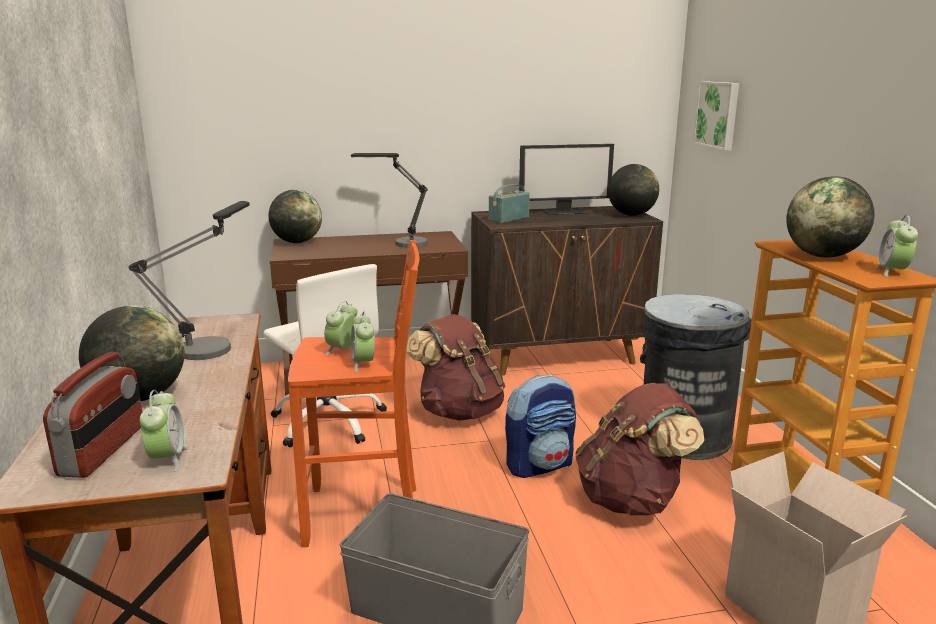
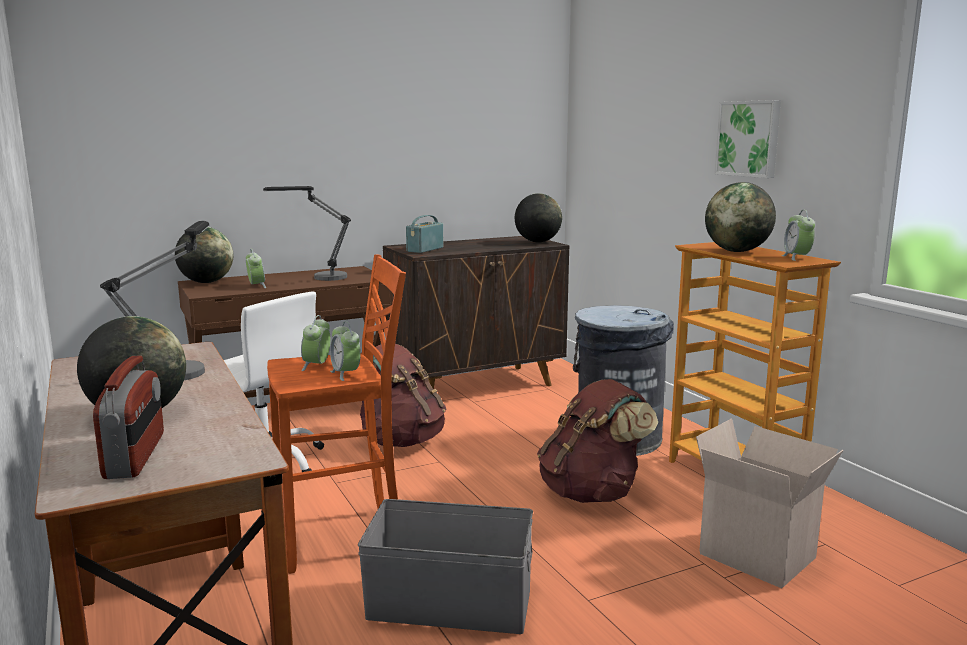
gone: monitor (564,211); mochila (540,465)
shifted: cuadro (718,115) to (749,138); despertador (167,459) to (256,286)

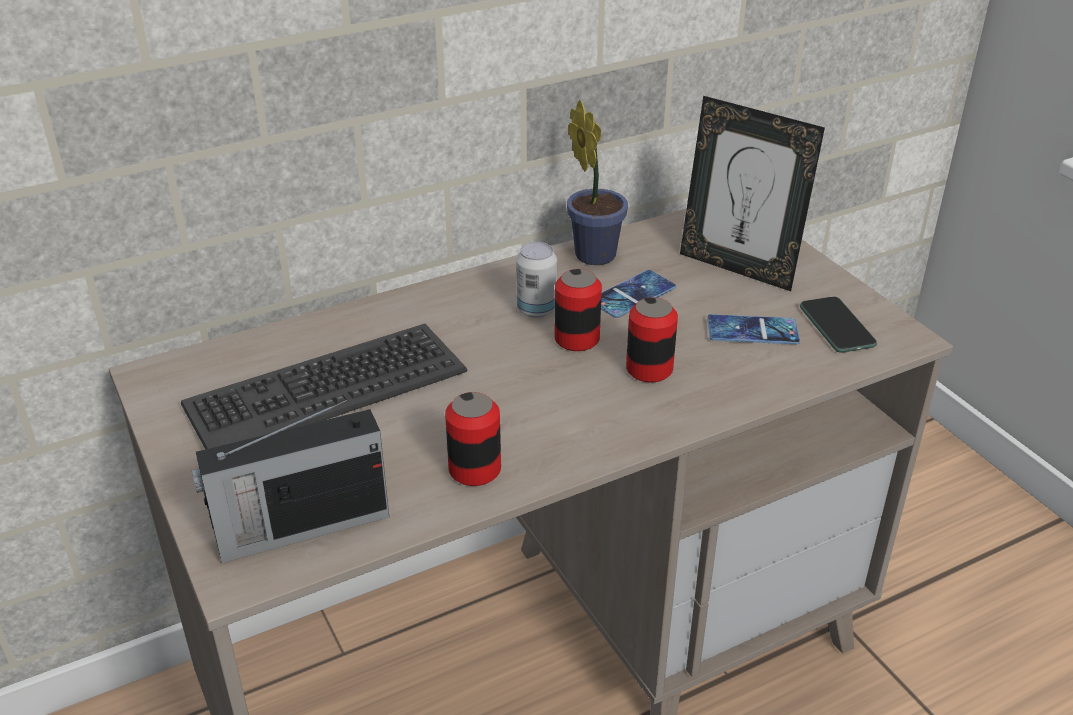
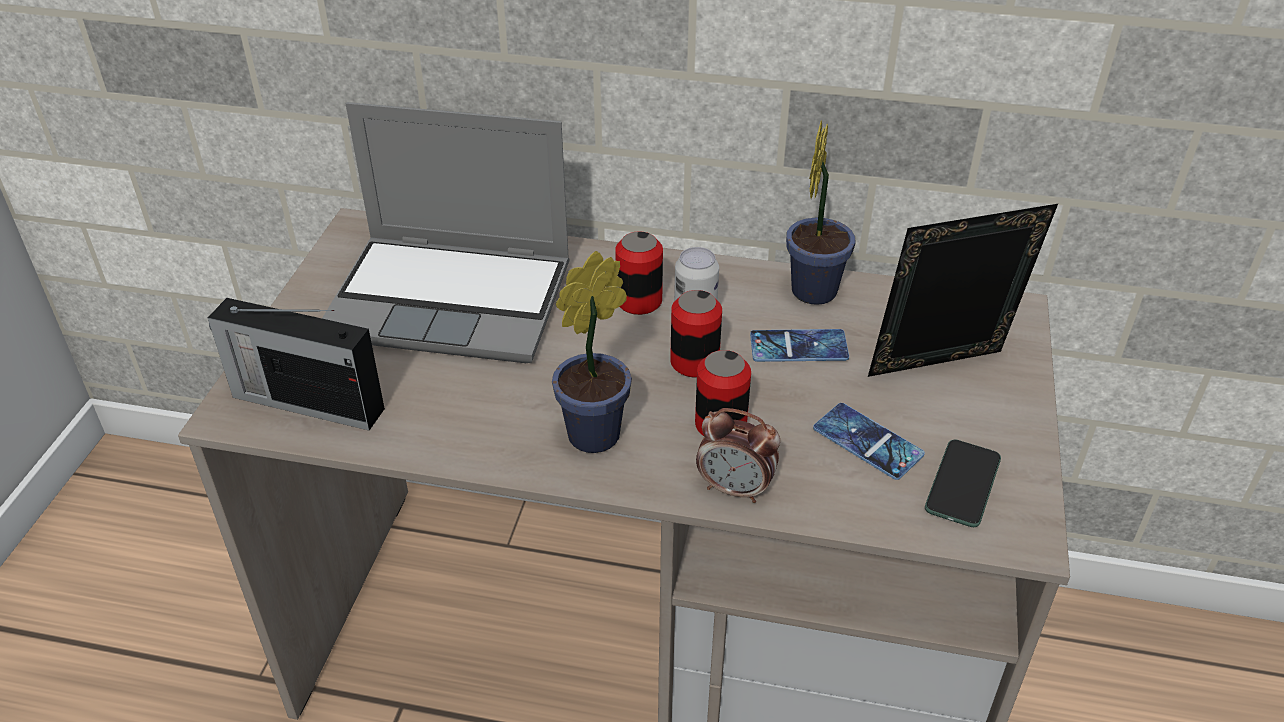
new: planta en maceta (600,432); despertador (735,489)
shifted: lata (474,469) to (639,301)
swapped: teclado (326,388) to portátil (453,300)
rotated: portarretratos (738,267) = (940,371) 90 degrees clockwise

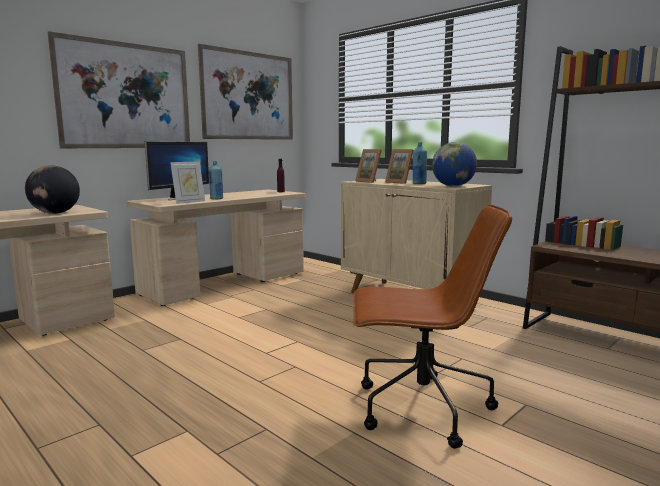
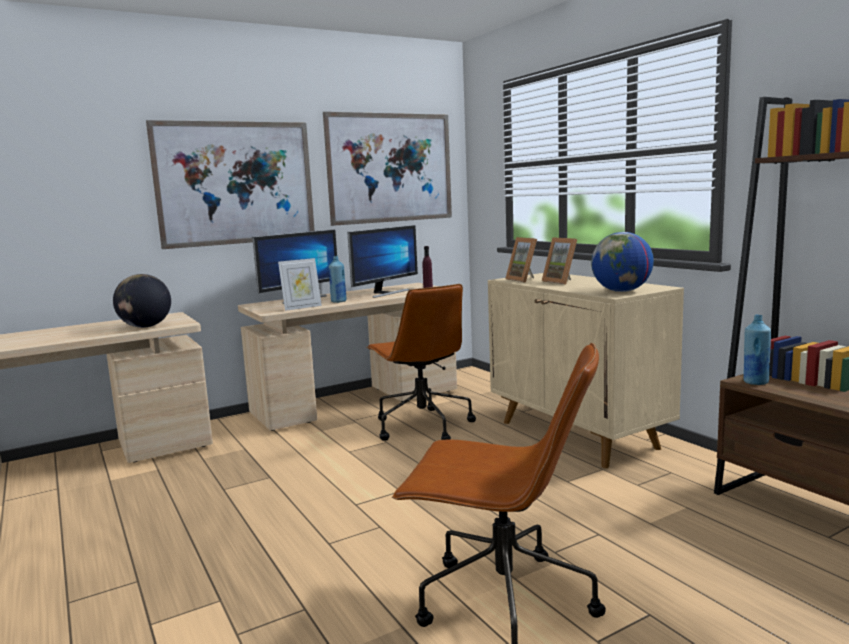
new: monitor (385,293); silla de oficina (marrón) (422,426)
shifted: botella (azul) (419,184) to (755,382)

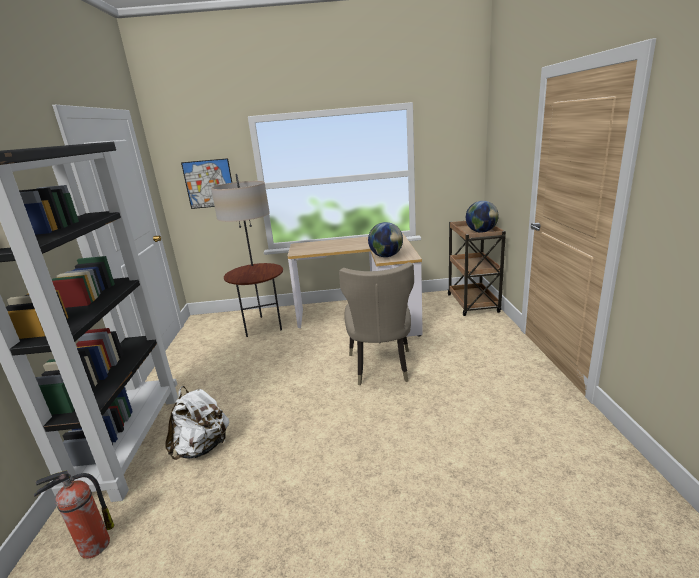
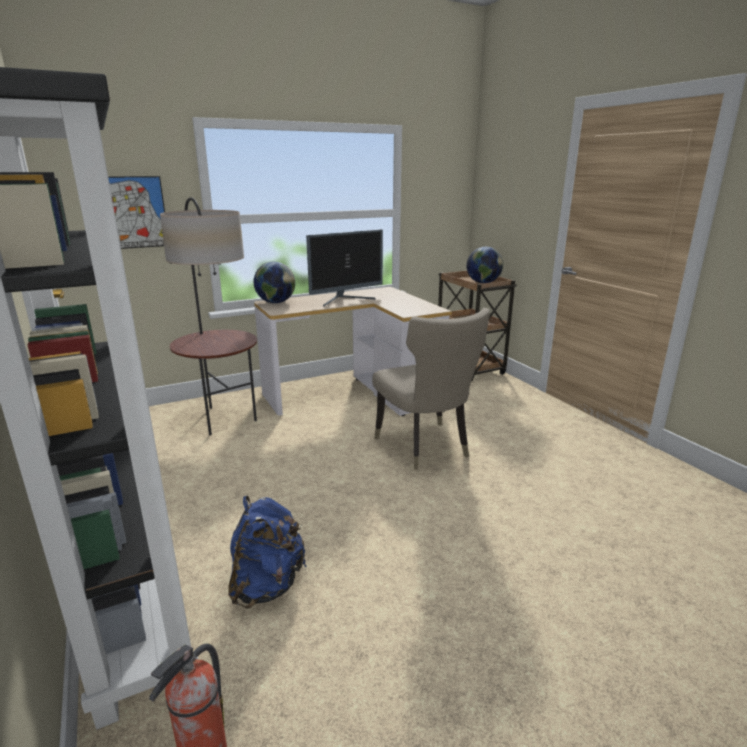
new: monitor (345,300)
shifted: globo terráqueo (386,256) to (276,302)
repainted: mochila (blanco) (202,447) to mochila (azul) (267,585)

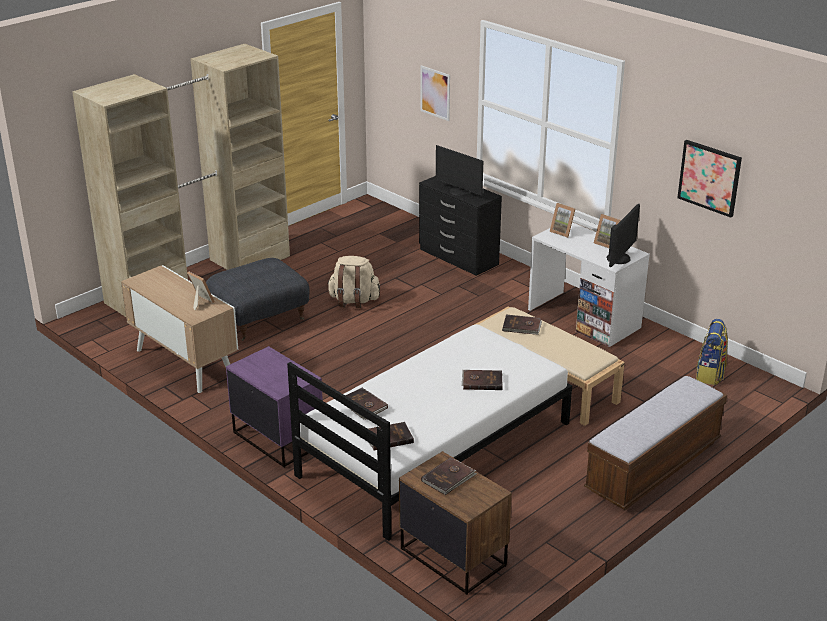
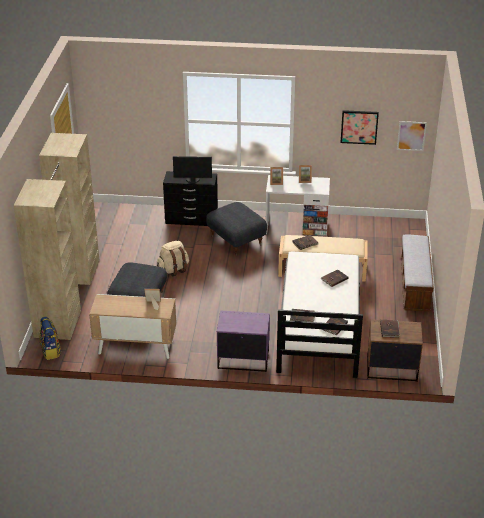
gone: monitor (619,258)
new: puf (gris) (237,240)
shifted: cuadro (435,93) to (411,136); mochila (710,374) to (51,351)

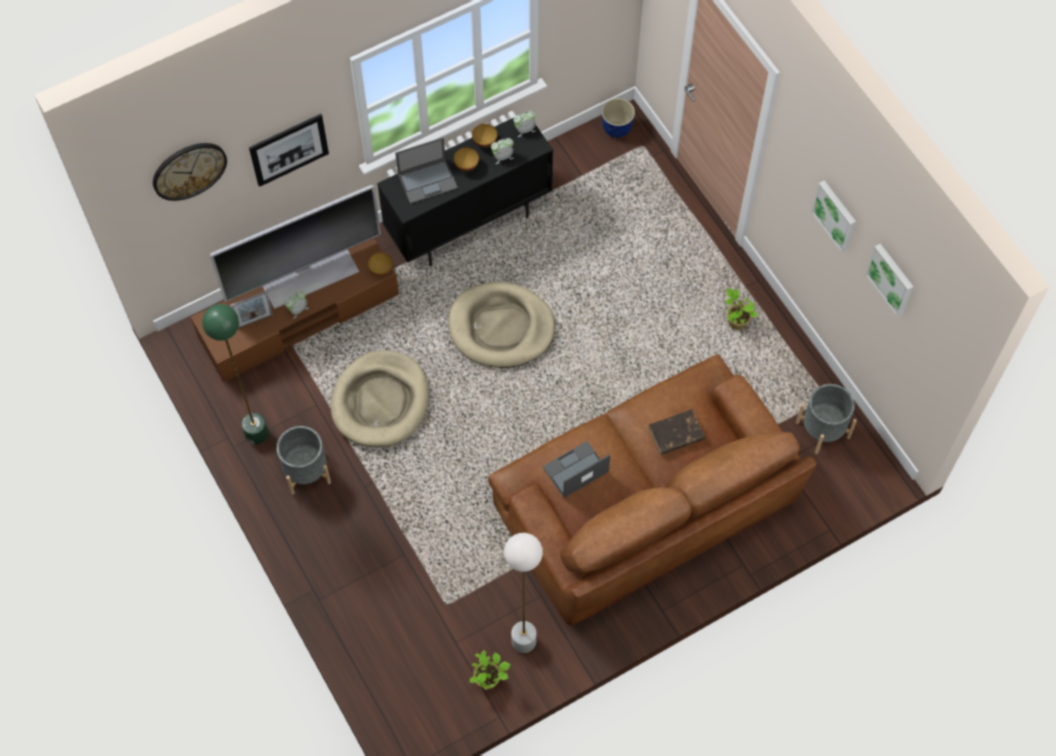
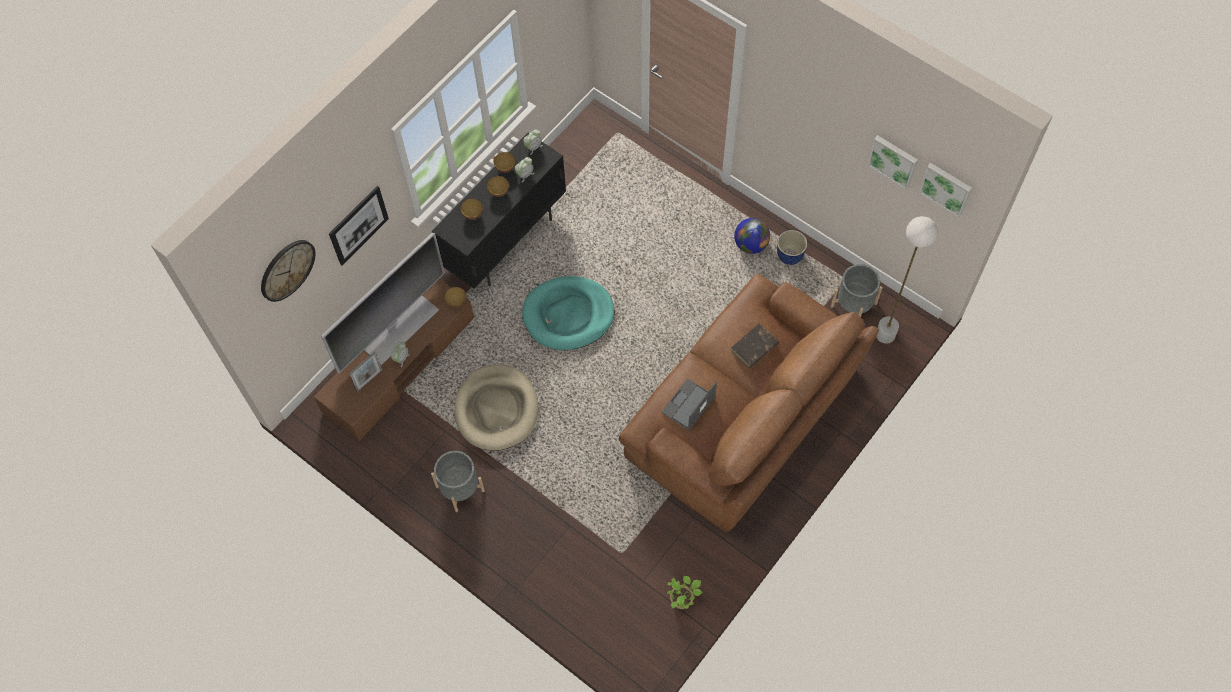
gone: lámpara de pie (verde) (256,433)
shifted: maceta (617,129) to (790,256); cuadro (835,215) to (946,188); lámpara de pie (blanco) (524,641) to (885,334)
swapped: portátil (428,180) to cuenco (472,214); planta en maceta (736,321) to globo terráqueo (750,244)
repainted: cama para perro (beis) (501,328) to cama para perro (turquesa) (568,315)

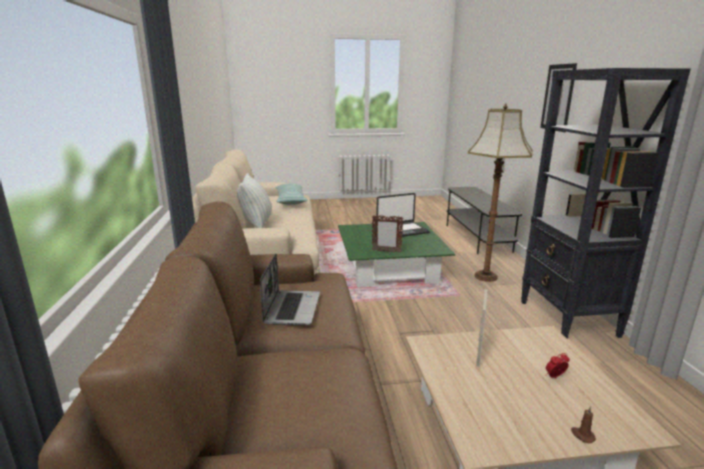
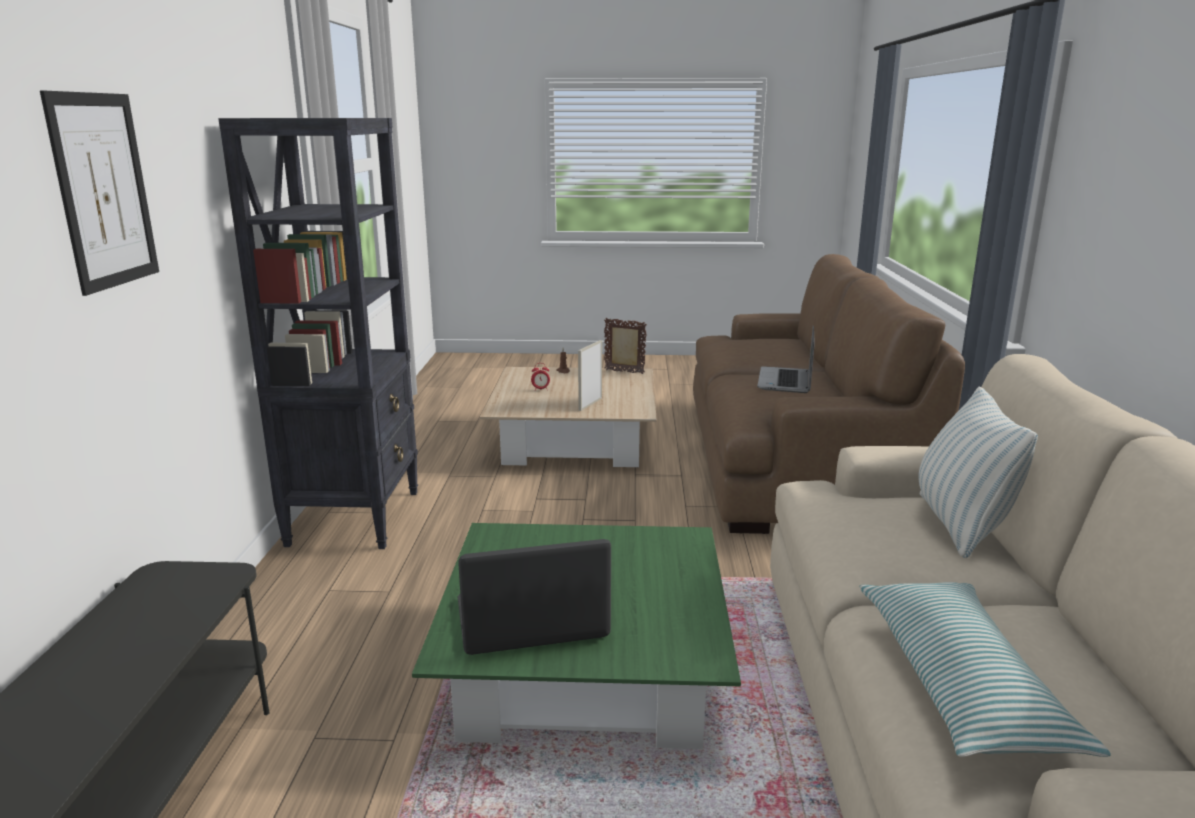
gone: lámpara de pie (486,276)
shifted: portarretratos (386,251) to (624,372)

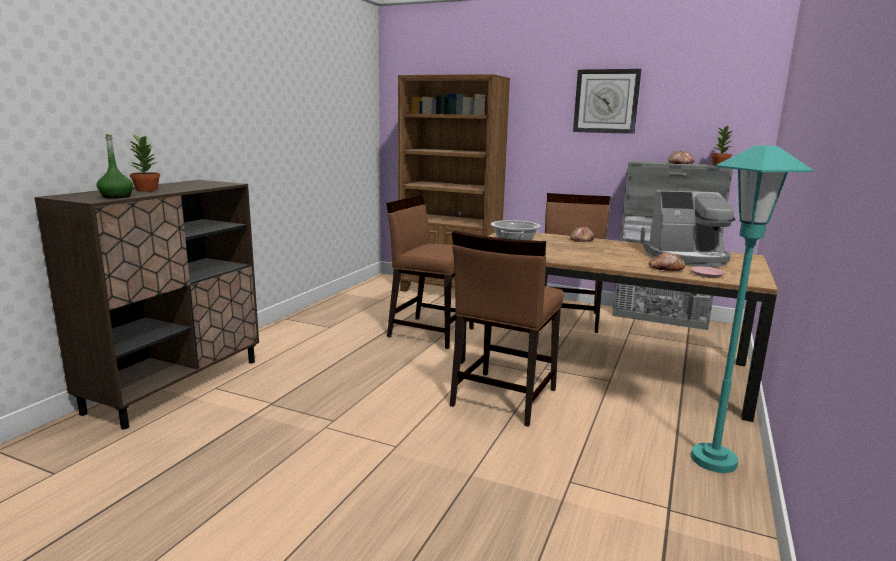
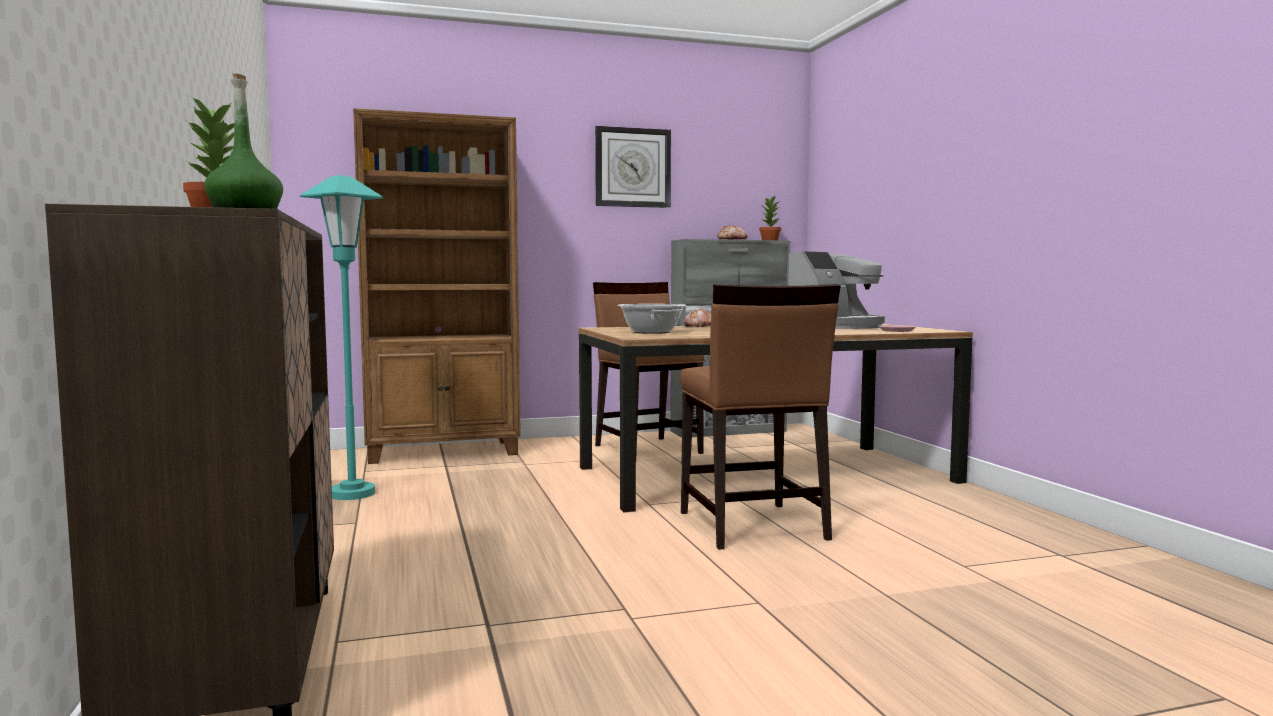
gone: silla (marrón) (430,332); pan (665,269)
shifted: lámpara de pie (turquesa) (713,460) to (352,494)

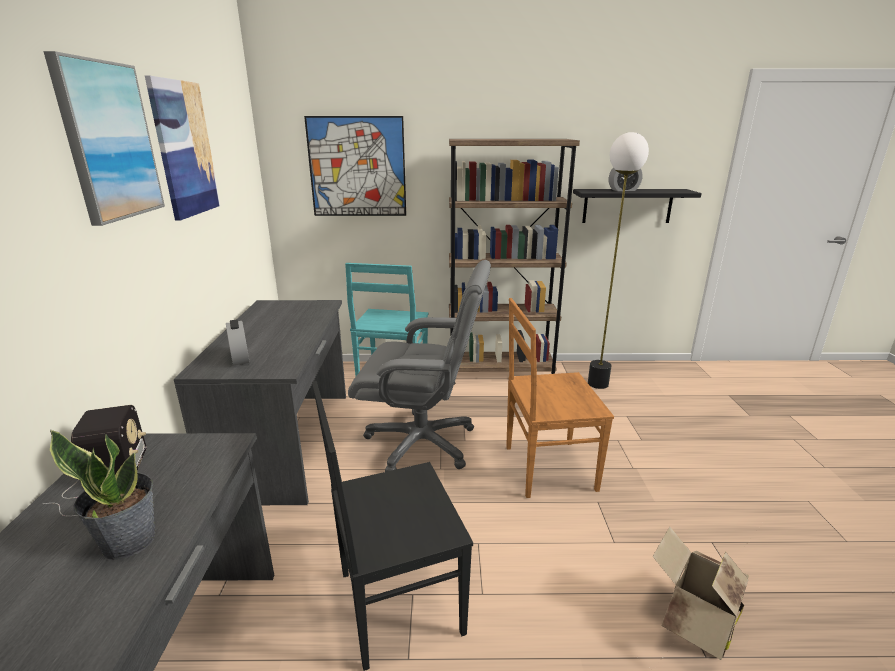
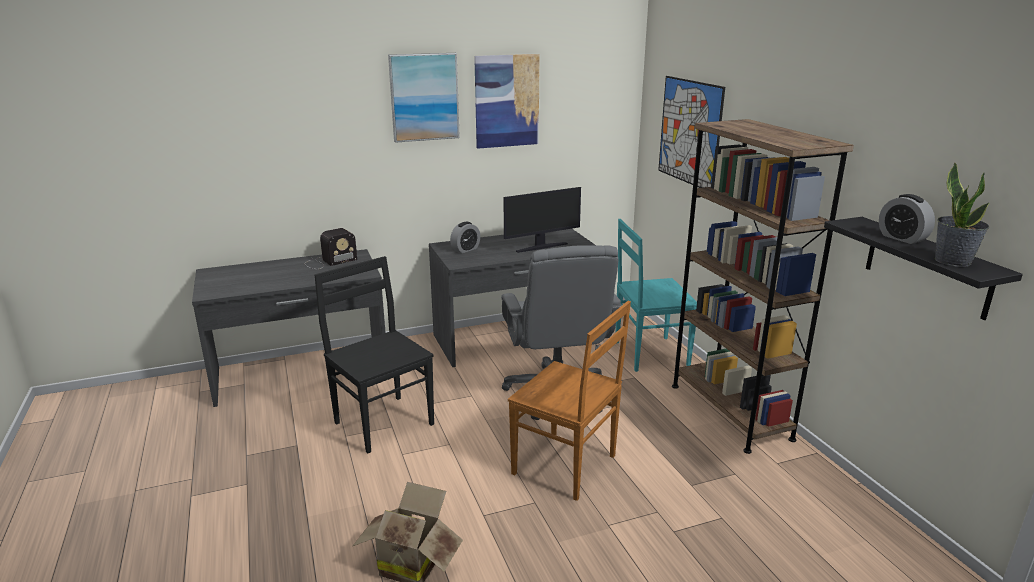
gone: lámpara de pie (598,383)
new: monitor (541,247)
shifted: planta en maceta (129,540) to (953,261)
rotated: silla (marrón) (546,468) = (567,466) 150 degrees clockwise

